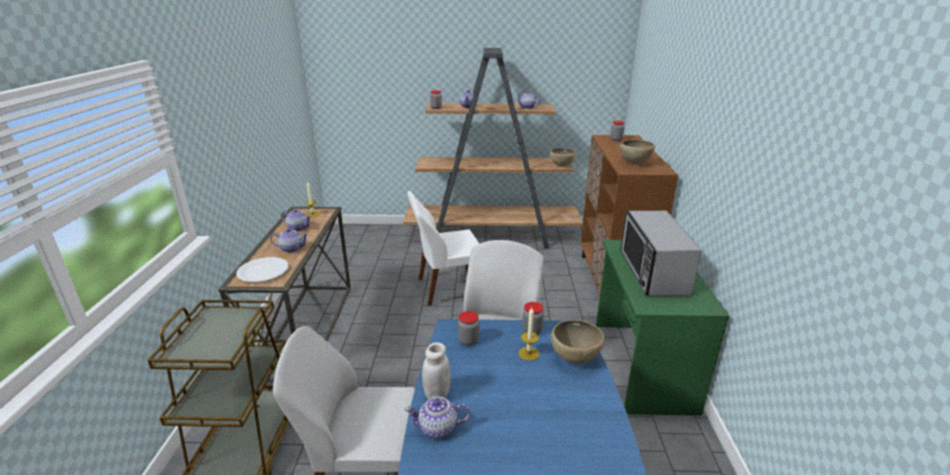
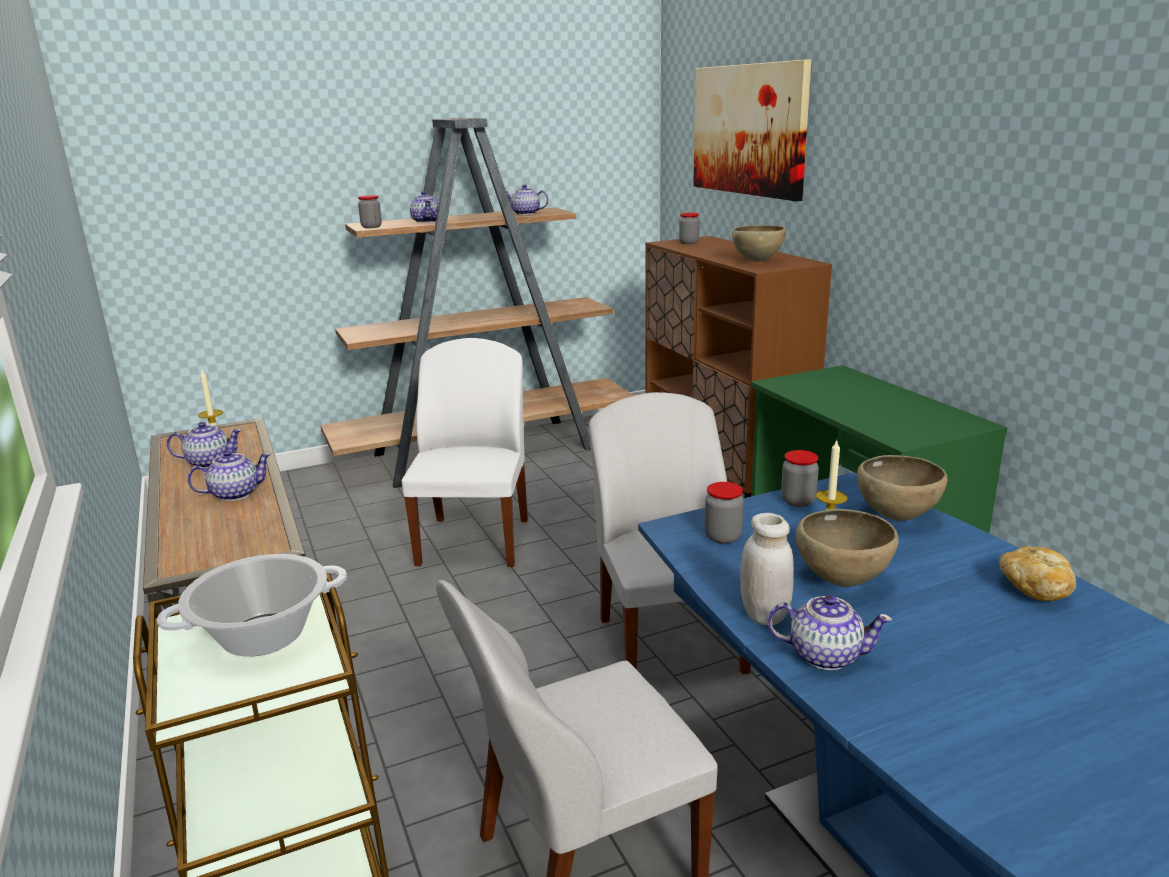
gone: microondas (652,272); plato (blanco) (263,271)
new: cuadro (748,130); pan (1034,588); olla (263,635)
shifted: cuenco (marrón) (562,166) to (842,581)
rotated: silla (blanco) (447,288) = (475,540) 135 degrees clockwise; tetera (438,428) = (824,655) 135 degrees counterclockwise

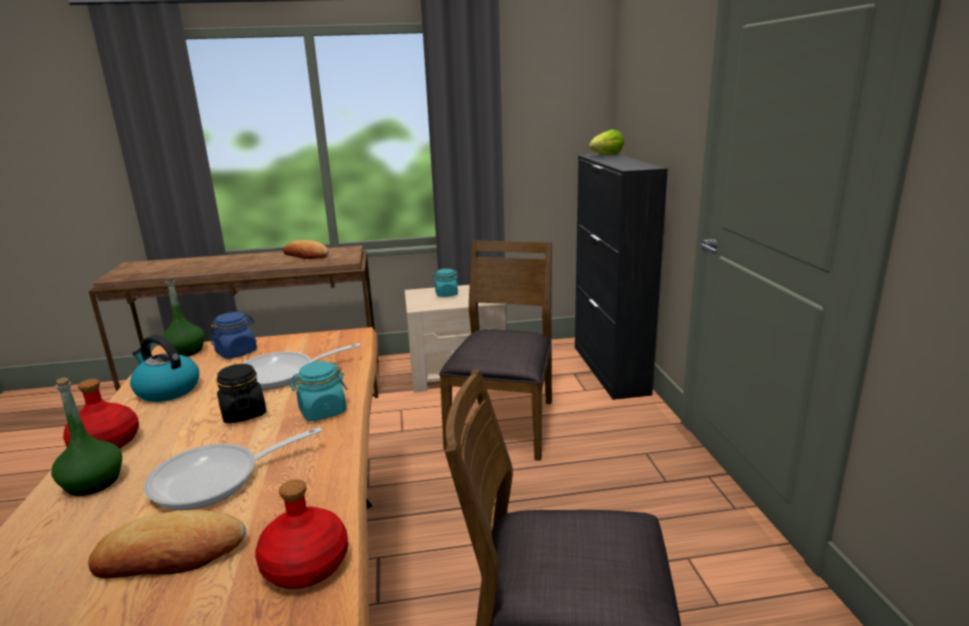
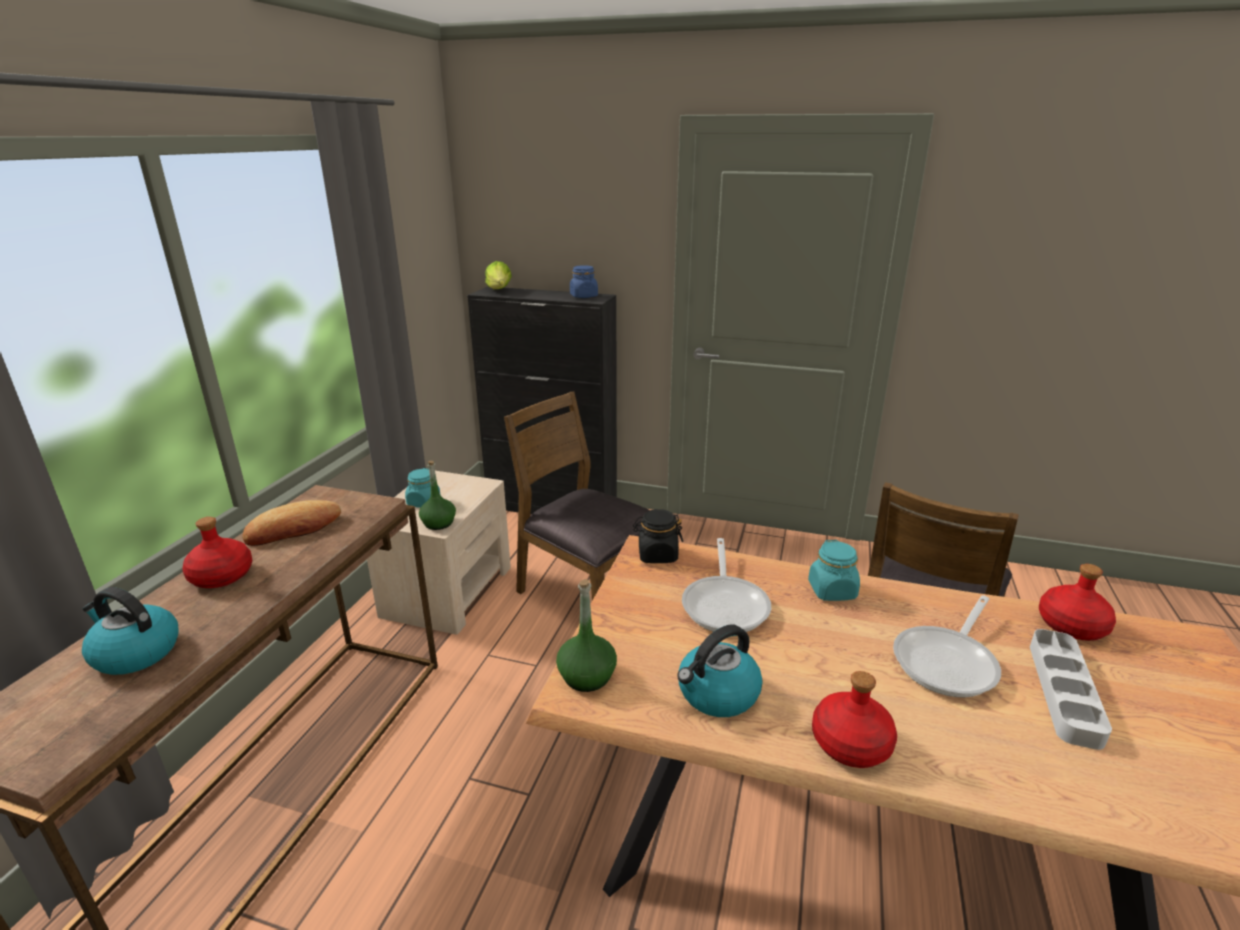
new: botella (rojo) (222,576); hervidor (135,653)
shifted: tarro (azul) (237,352) to (583,296); tarro (negro) (243,413) to (657,555); botella (verde) (93,482) to (439,523)
swapped: pan (170,555) to bandeja (gris) (1064,691)
rotated: sartén (216,479) = (948,662) 45 degrees clockwise

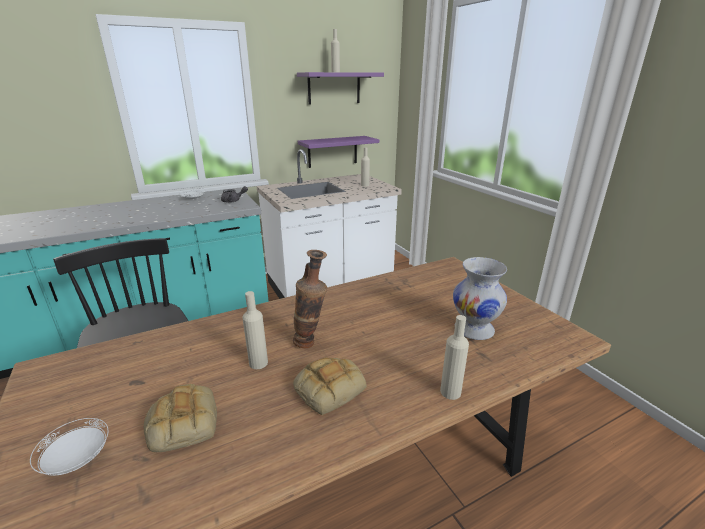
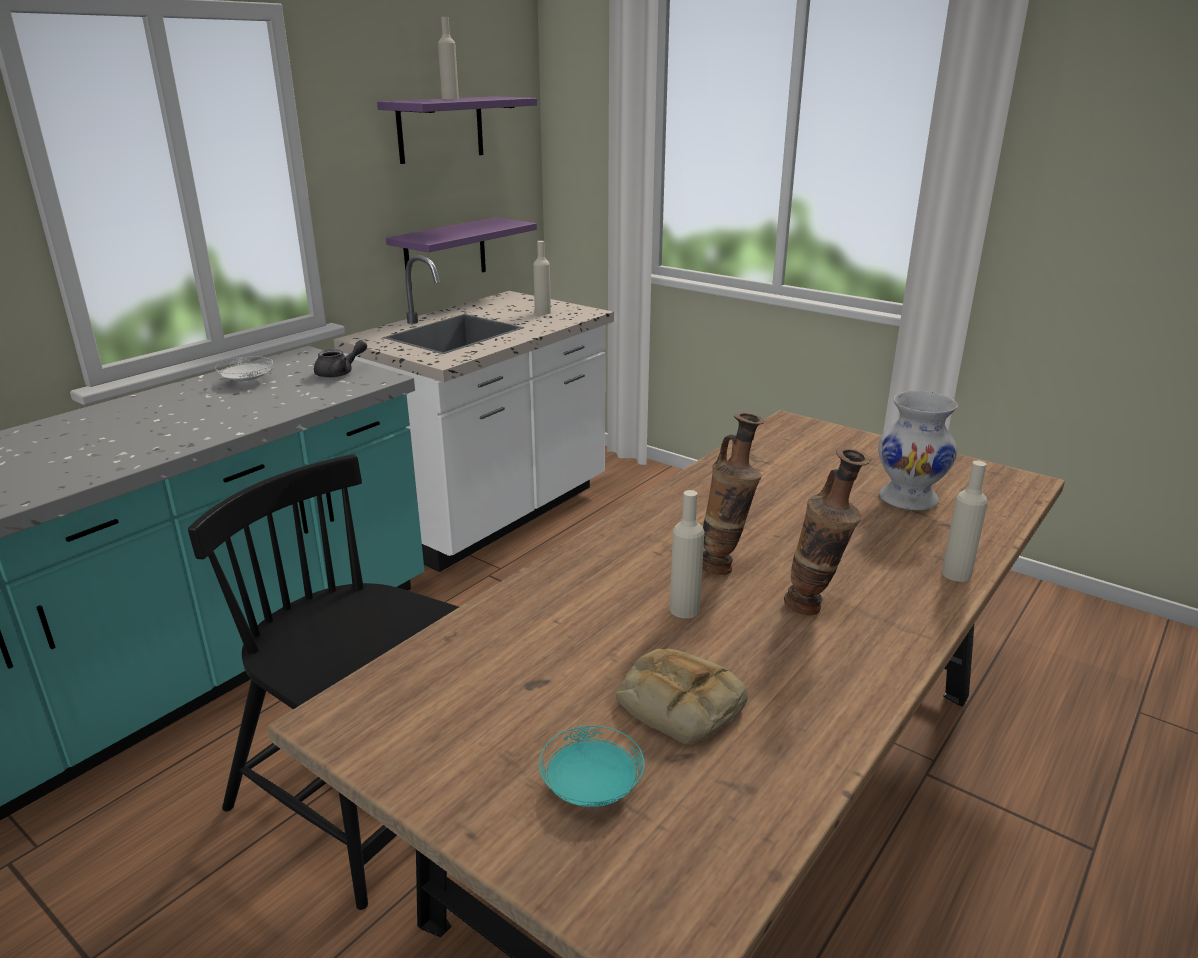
swapped: pan (329,387) to florero (815,609)
repainted: plato (blanco) (77,458) to plato (turquesa) (591,787)

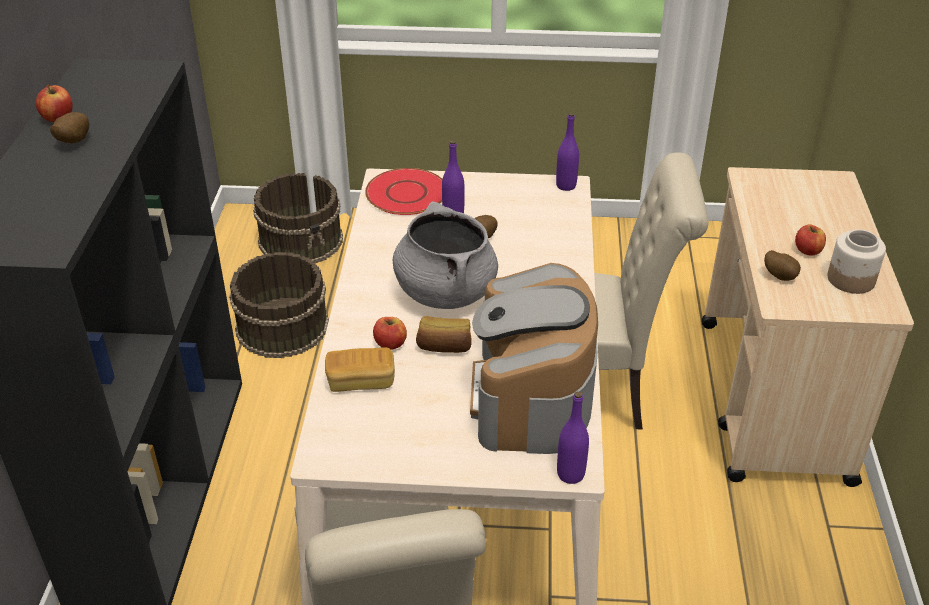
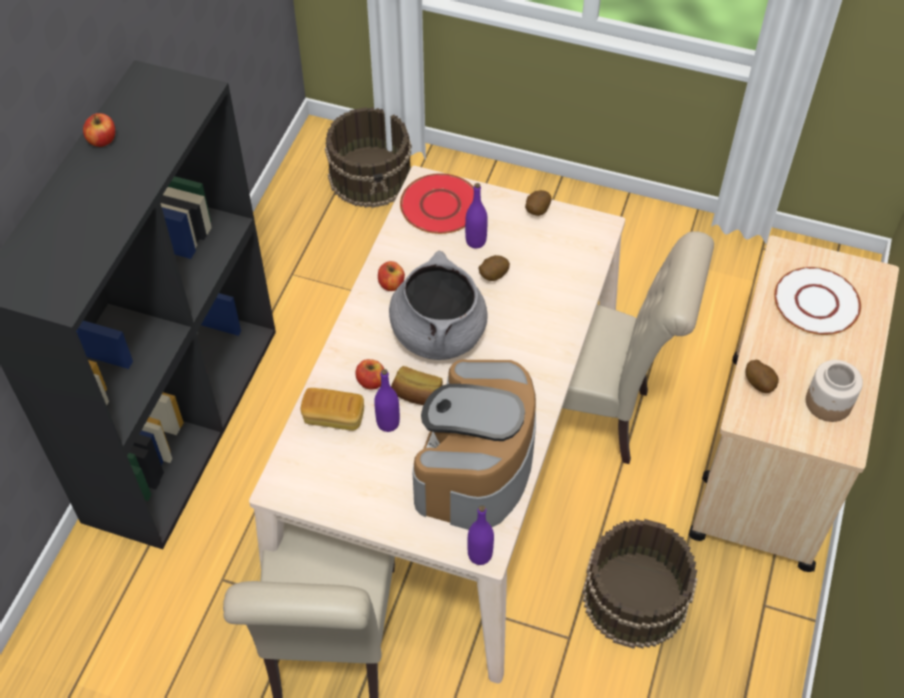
new: plato (blanco) (815,302)
shifted: patata (72,142) to (536,211); botella (morado) (566,185) to (388,423); manzana (808,250) to (391,284); cubo (marrón) (281,326) to (634,596)

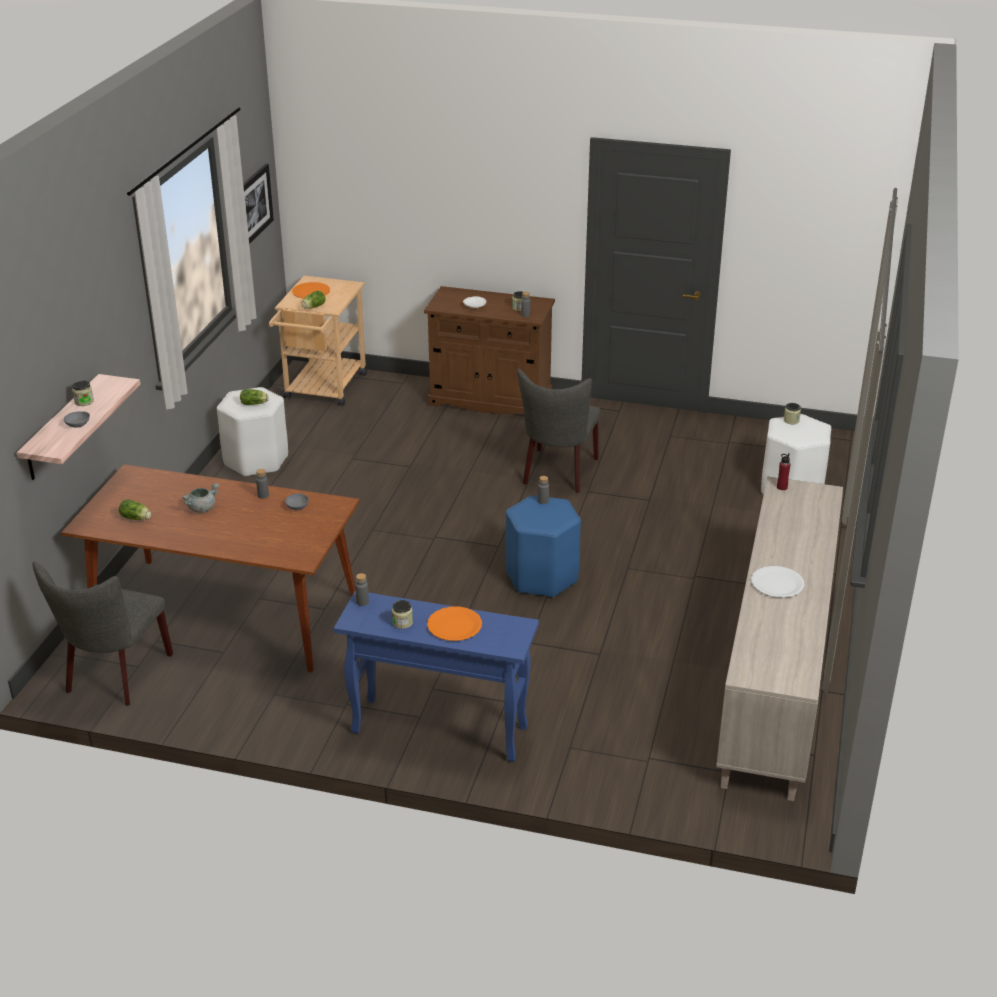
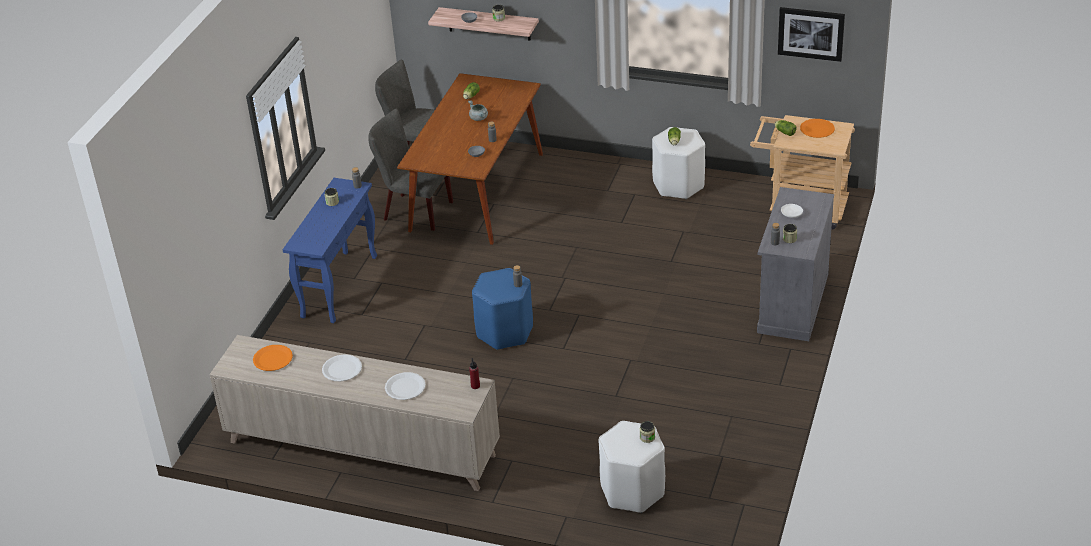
new: plato (blanco) (405,387)
shifted: silla (gris) (558,473) to (413,211); plato (naranja) (454,625) to (273,359)
repainted: armario (marrón) (490,400) to armario (gris) (792,303)

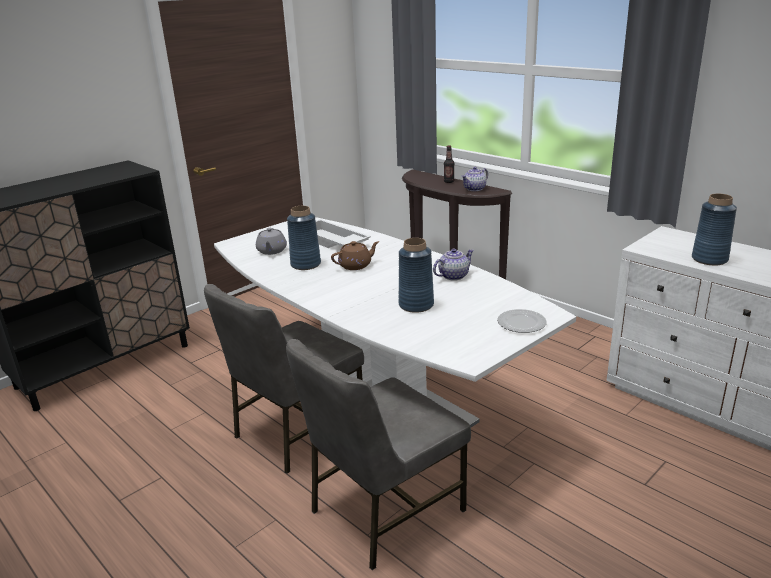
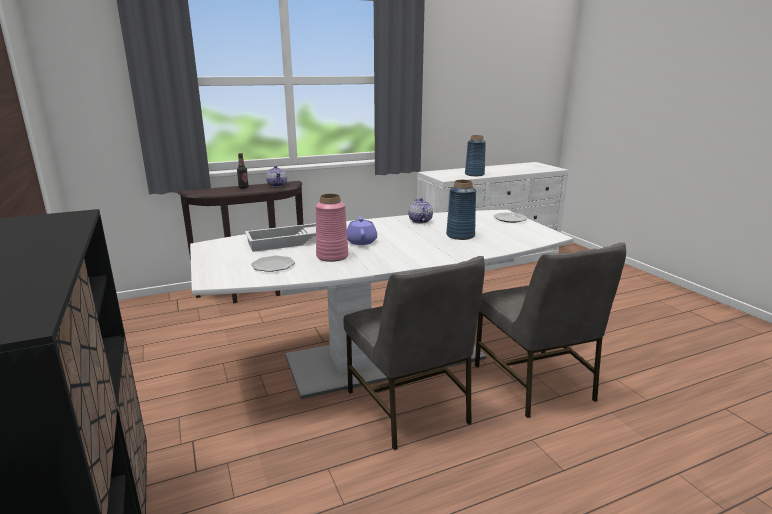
swapped: tetera (gris) (271,251) to plato (273,265)
repainted: florero (azul) (305,264) to florero (rosa) (332,256); tetera (marrón) (356,265) to tetera (morado) (361,241)

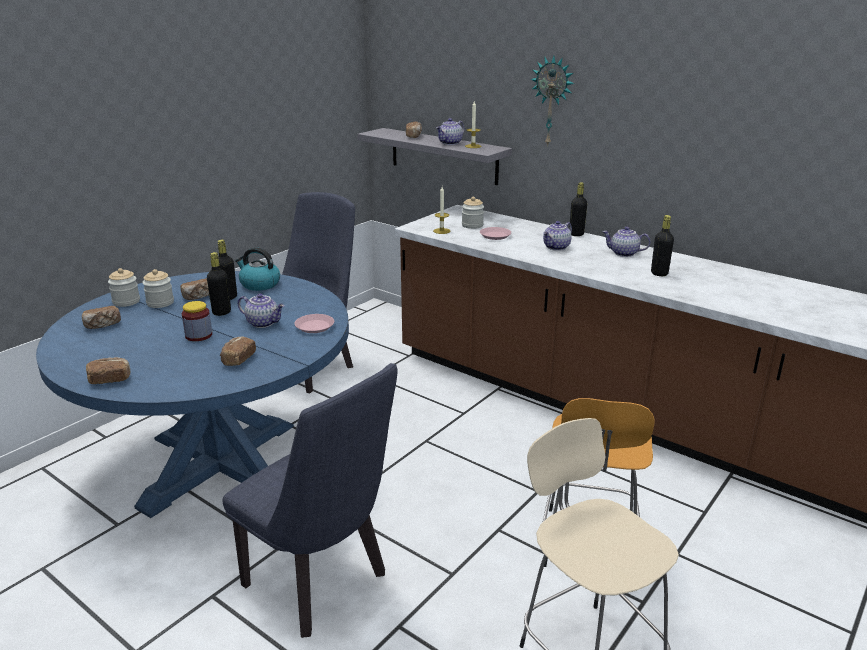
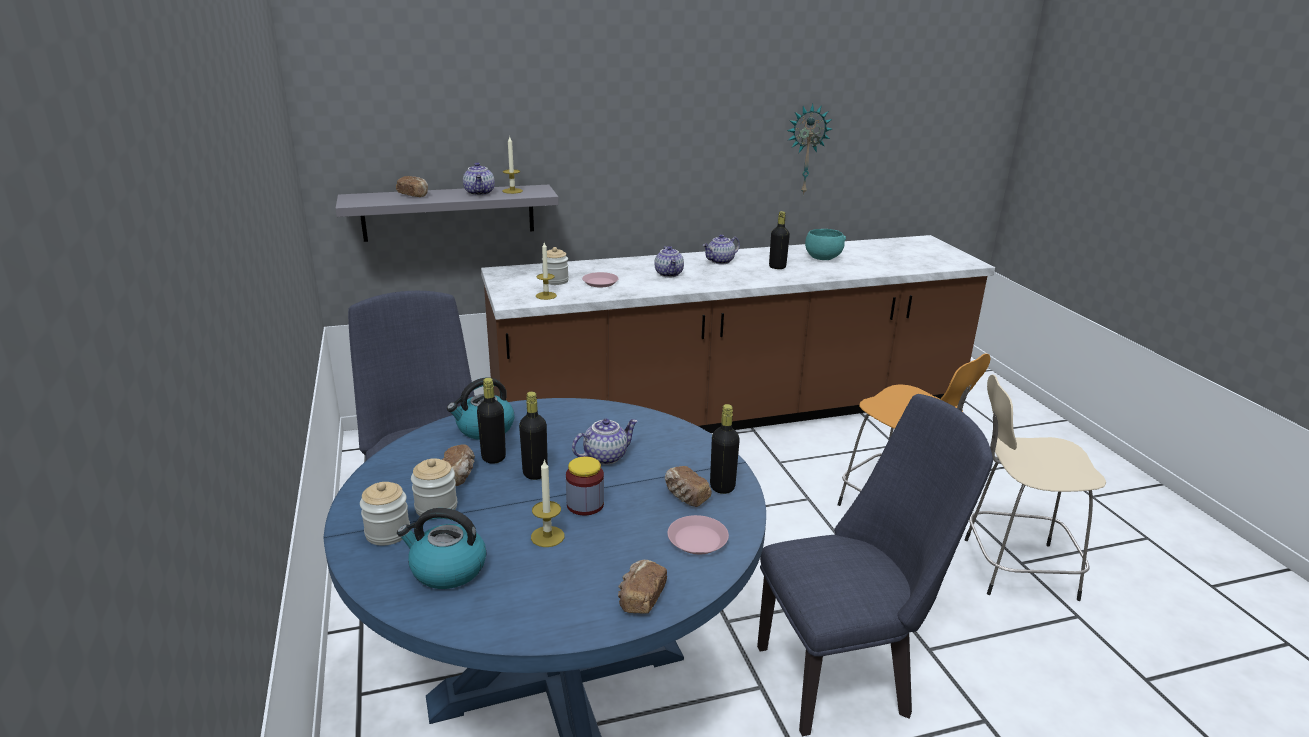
new: cuenco (turquesa) (822,258); vela (547,536)
shifted: reloj de pared (552,101) to (806,149); botella (negro) (576,234) to (722,487); plato (rosa) (314,326) to (697,540)
swapped: pan (102,325) to hervidor (447,569)

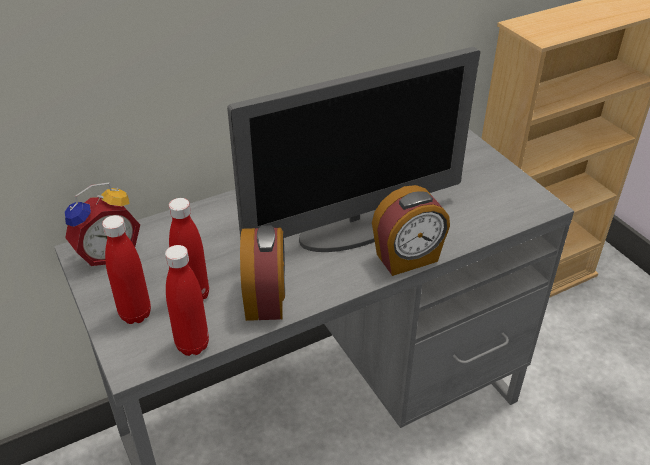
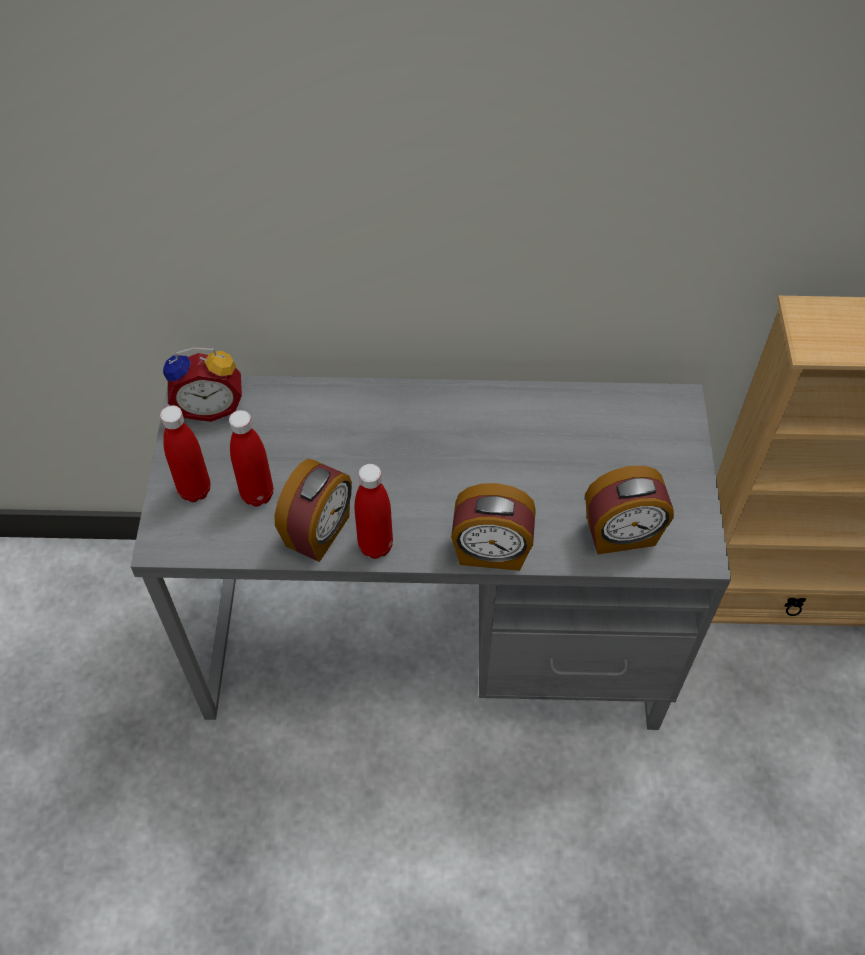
gone: monitor (354,228)
new: despertador (621,535)
shifted: botella (rojo) (192,345) to (375,546)

